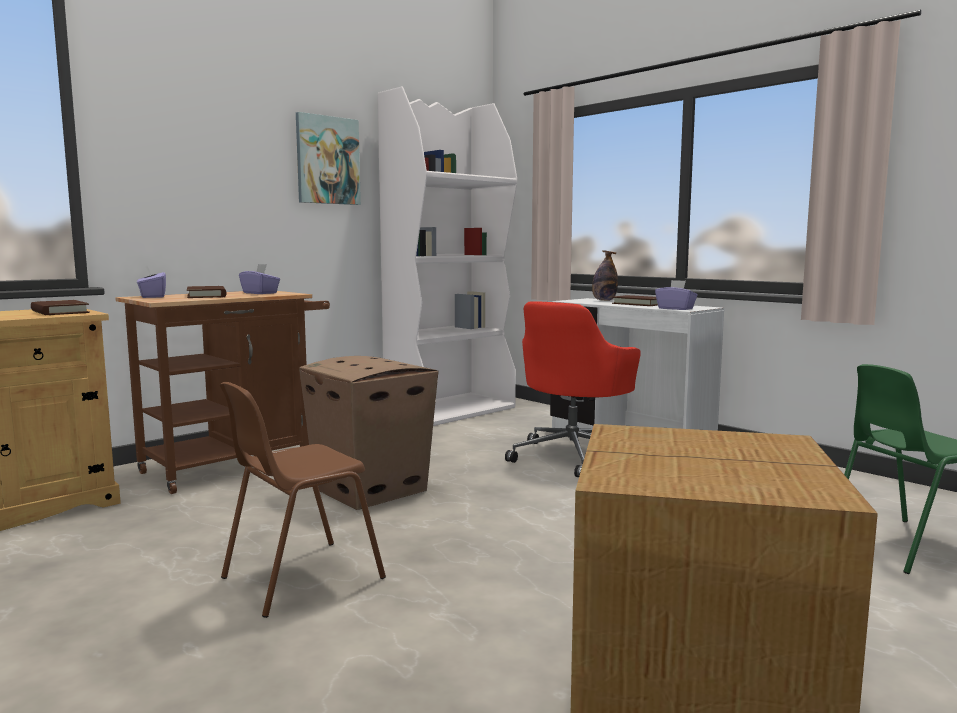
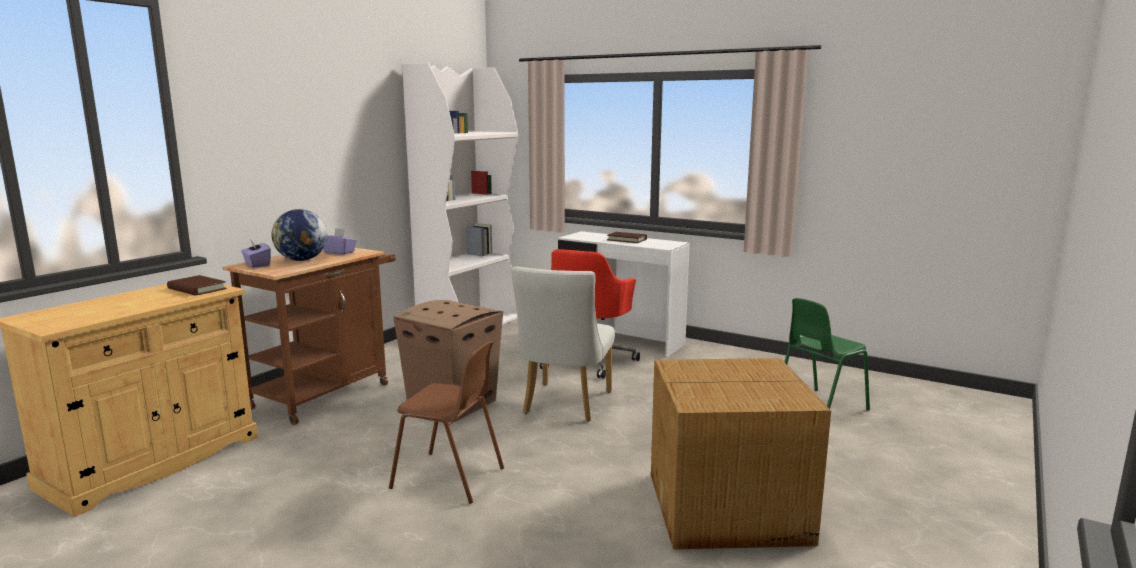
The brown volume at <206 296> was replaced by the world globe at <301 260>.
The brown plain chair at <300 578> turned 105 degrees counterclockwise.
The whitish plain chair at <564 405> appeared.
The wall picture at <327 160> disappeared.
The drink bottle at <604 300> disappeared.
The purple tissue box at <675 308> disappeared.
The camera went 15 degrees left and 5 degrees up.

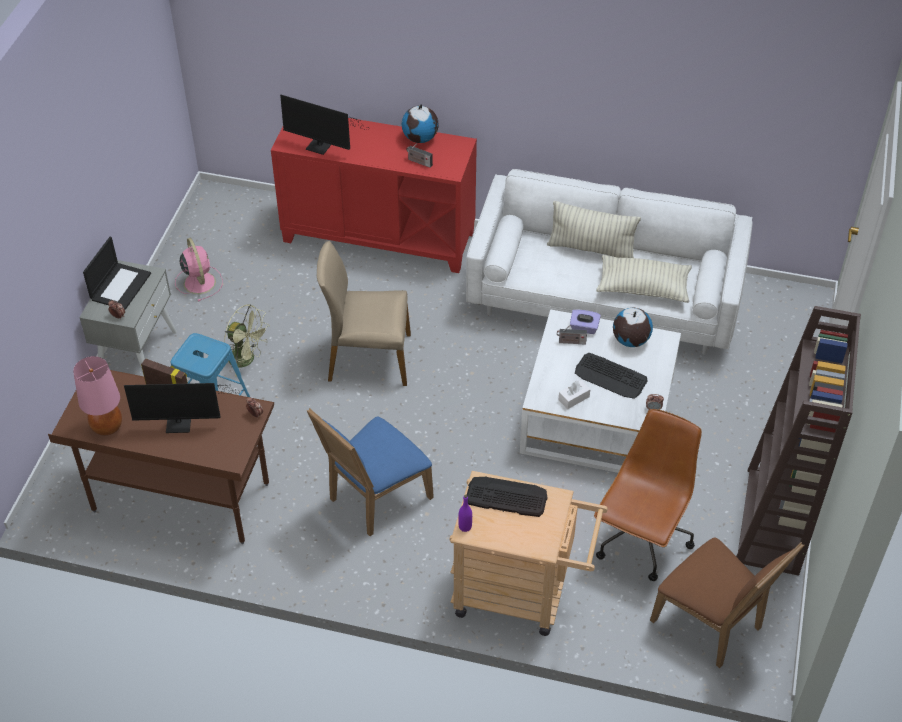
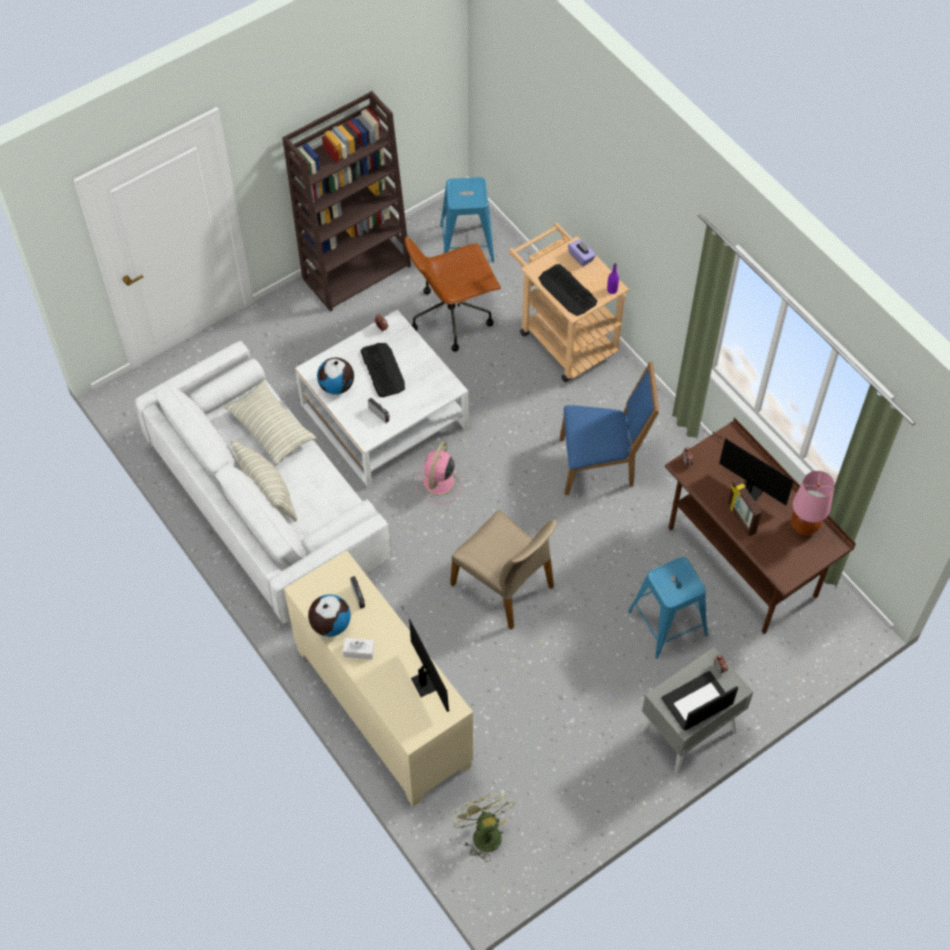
The red cupboard at <379 236> became the beige cupboard at <381 708>.
The whitish tissue box moved from <574 398> to <358 651>.
The pink cooling fan moved from <199 282> to <438 483>.
The brown plain chair at <712 625> was replaced by the blue-coloured sitting stool at <466 243>.
The greenish cooling fan moved from <247 359> to <483 832>.
The purple tissue box moved from <584 328> to <581 257>.
The camera went 140 degrees left and 10 degrees up.

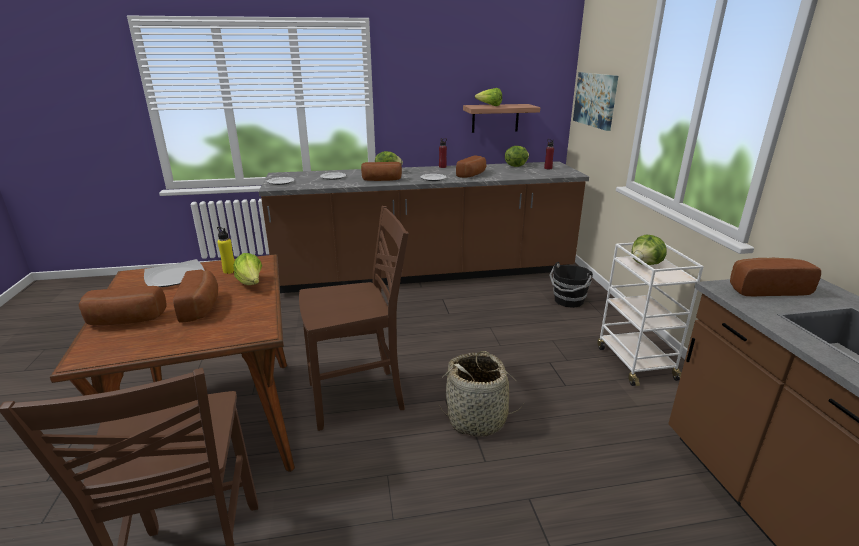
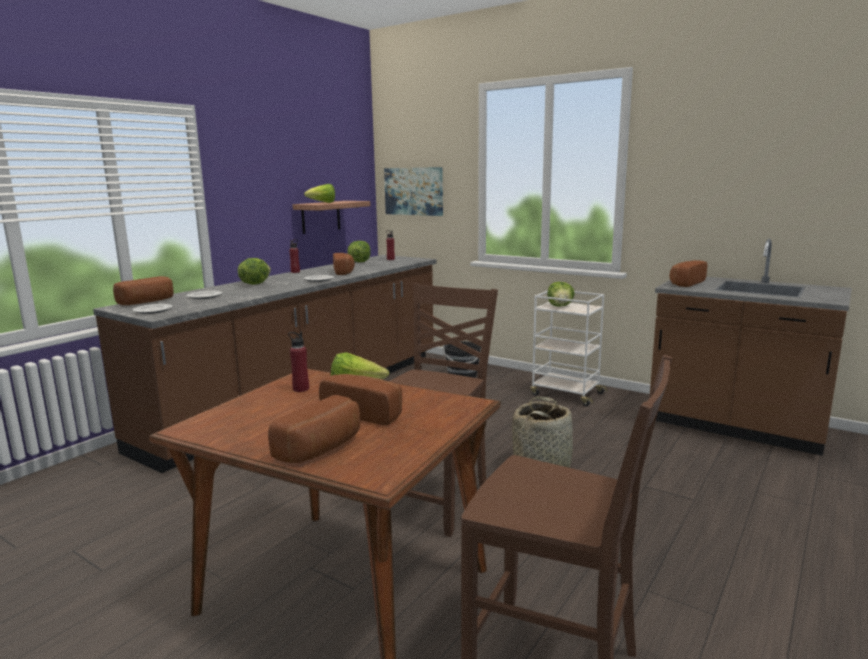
The bread moved from <381 180> to <148 302>.
The yellowish drink bottle at <229 271> became the red drink bottle at <301 389>.
The dinner plate at <174 276> disappeared.
The camera went 45 degrees left and 10 degrees down.

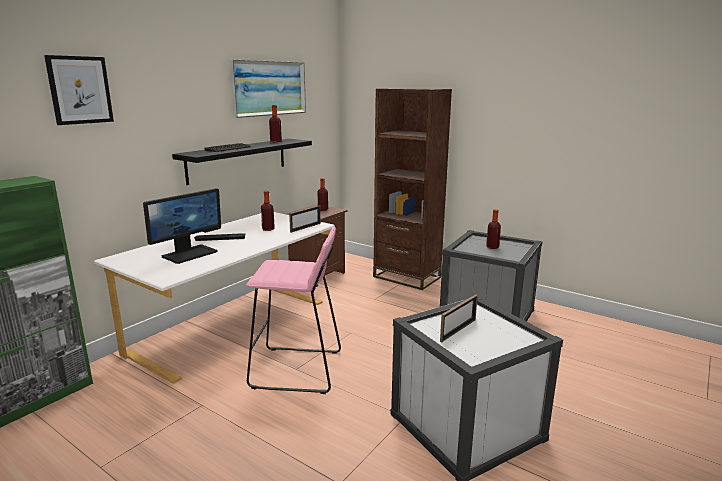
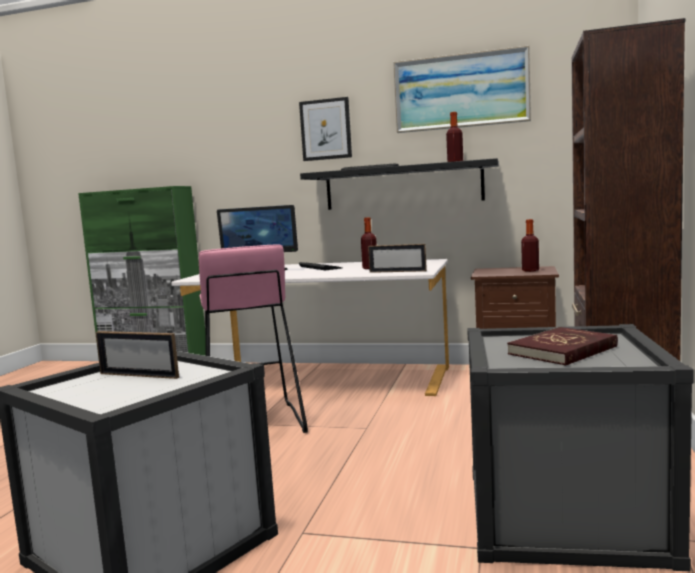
The wall picture moved from <80 90> to <325 129>.
The drink bottle at <492 247> was replaced by the red volume at <563 350>.
The camera went 70 degrees right and 10 degrees down.

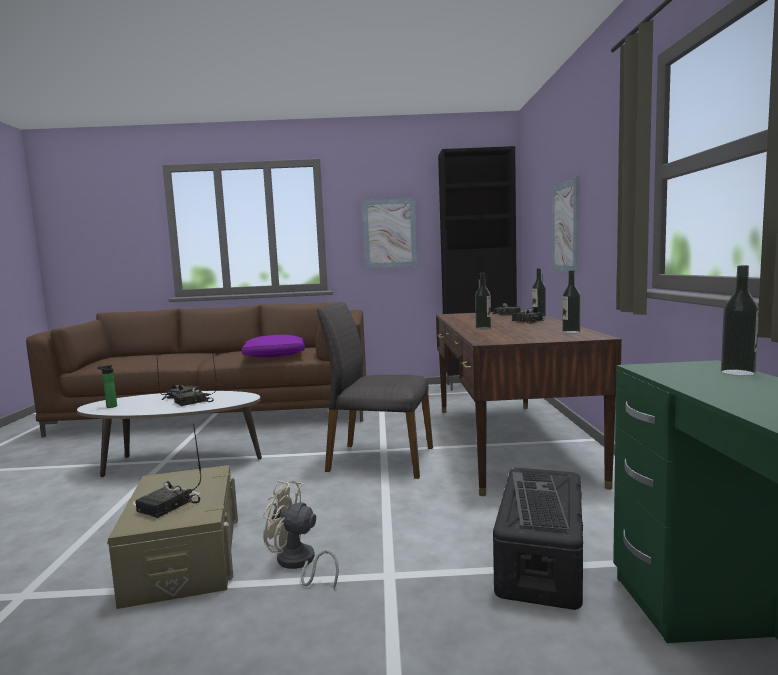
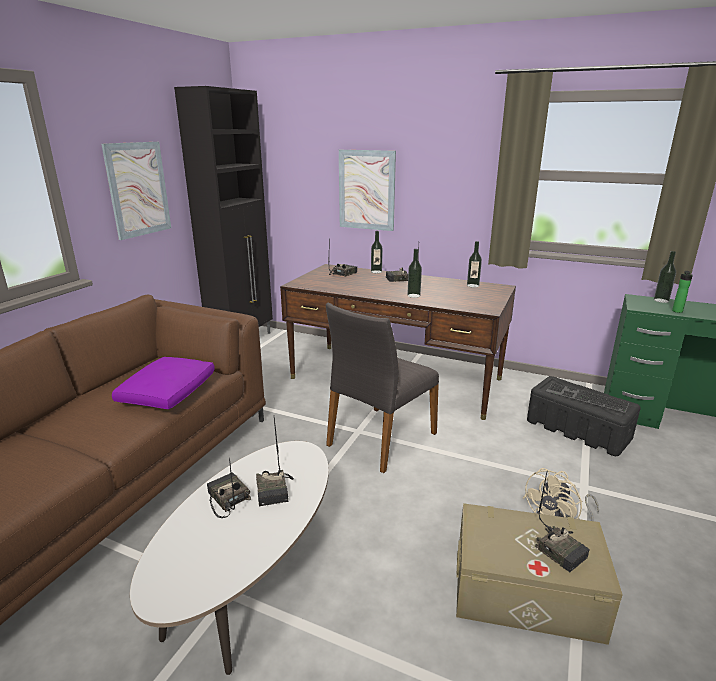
The drink bottle moved from <110 406> to <677 311>.
The camera went 65 degrees left and 15 degrees up.

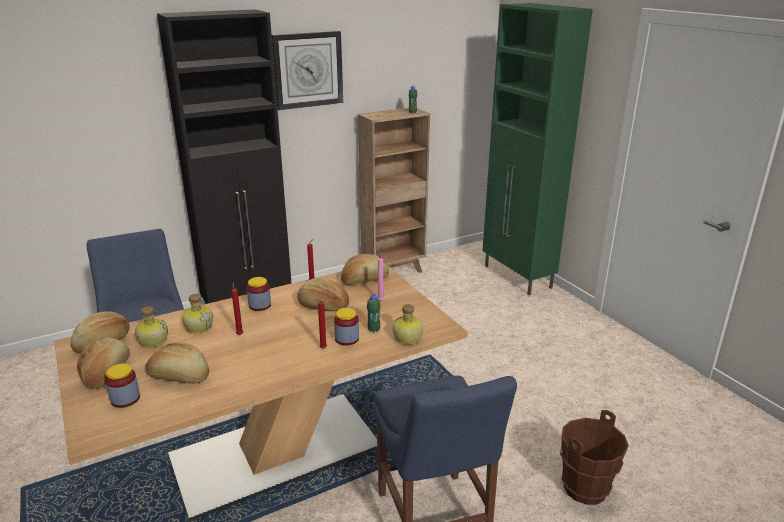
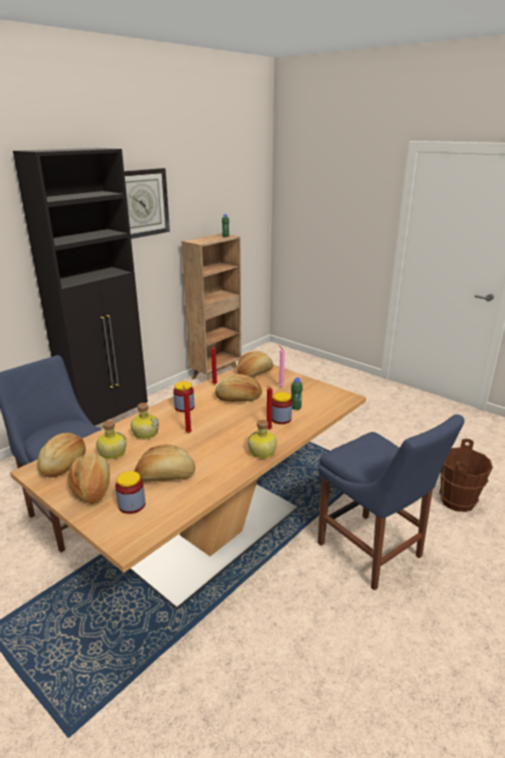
The drink bottle moved from <407 338> to <262 452>.
The greenish cupboard at <517 277> disappeared.
The camera went 20 degrees left and 0 degrees up.

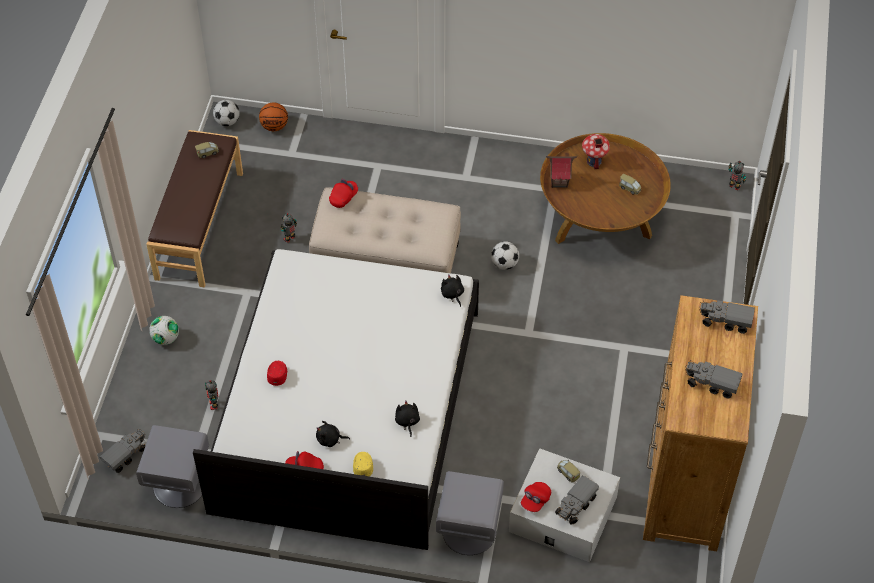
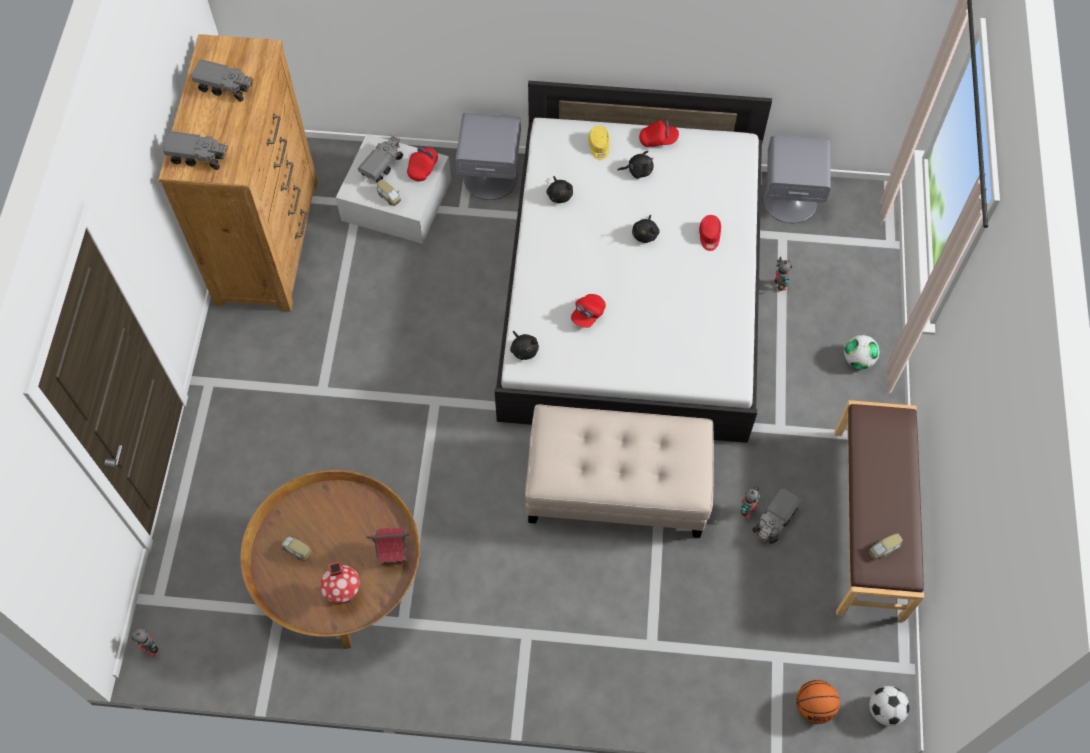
The red peaked cap moved from <343 197> to <588 315>.
The black soft toy at <645 234> appeared.
The toy truck moved from <125 455> to <774 521>.
The football ball at <504 264> disappeared.
The camera went 175 degrees right and 10 degrees up.

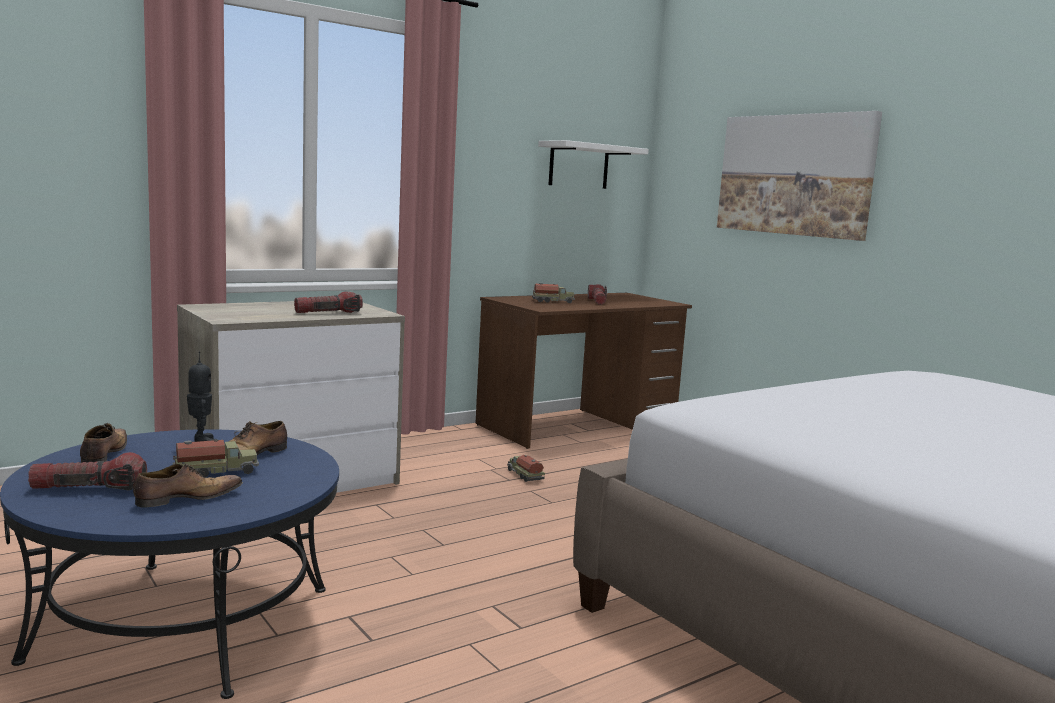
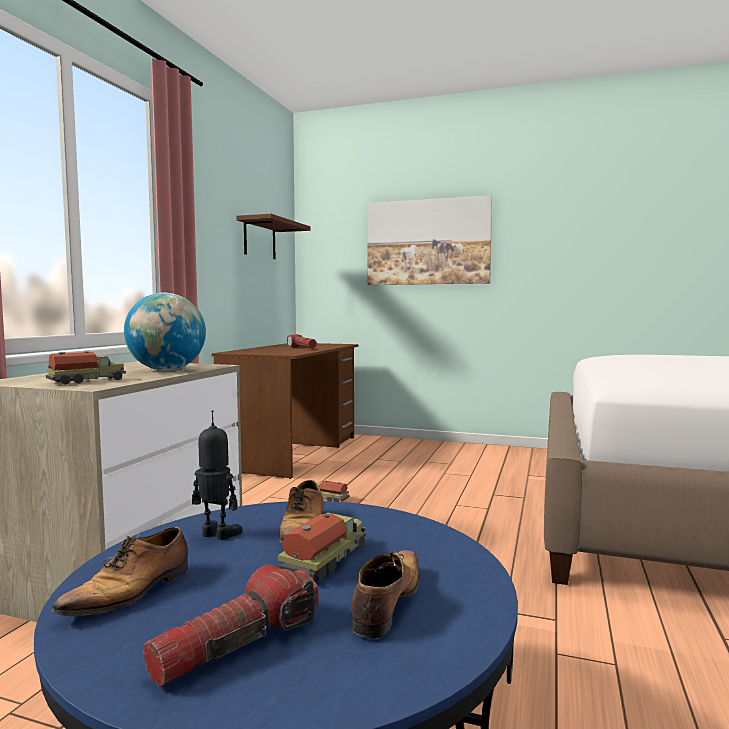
The toy truck moved from <553 301> to <87 381>.
The item of footwear at <104 455> turned 105 degrees counterclockwise.
The torch at <328 313> was replaced by the world globe at <167 370>.
The whitish wall shelf at <579 166> became the brown wall shelf at <259 239>.
The camera went 35 degrees left and 5 degrees down.

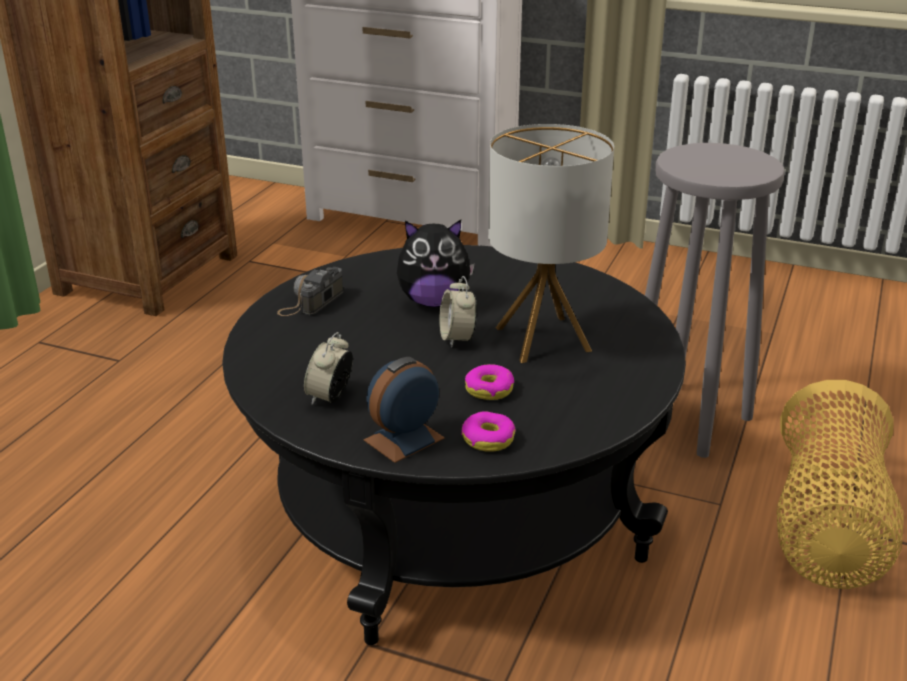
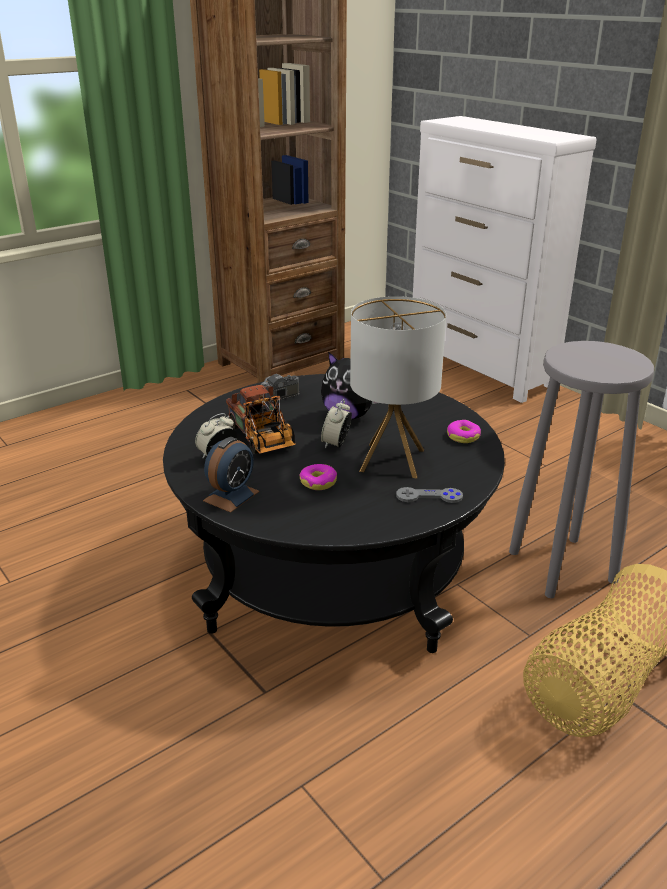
The bedside clock at <404 439> turned 135 degrees clockwise.
The toy truck at <263 440> appeared.
The grey game controller at <429 496> appeared.
The doughnut moved from <488 439> to <463 436>.
The camera went 30 degrees right and 0 degrees up.

